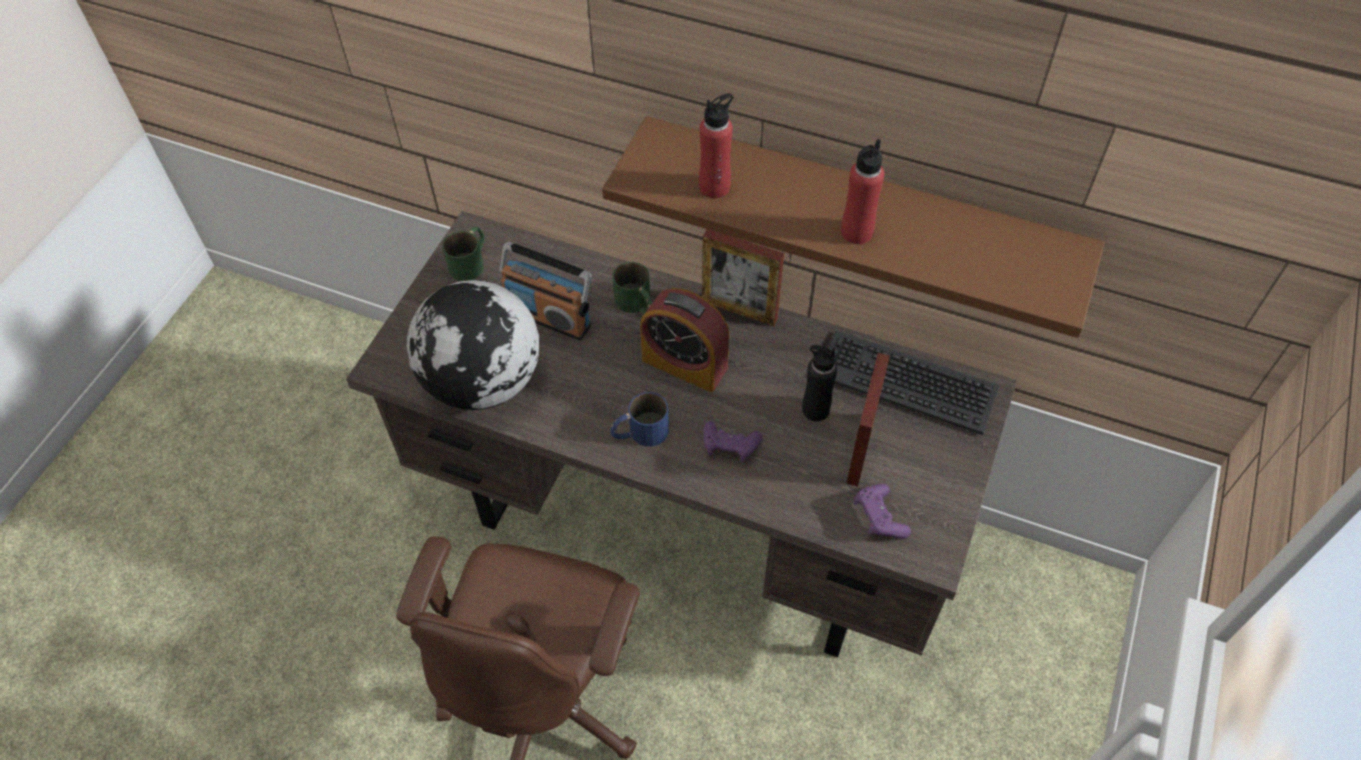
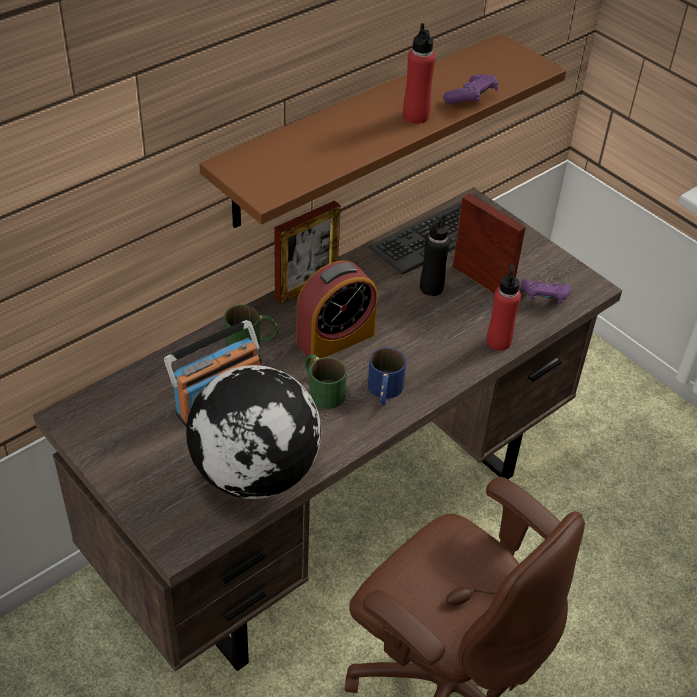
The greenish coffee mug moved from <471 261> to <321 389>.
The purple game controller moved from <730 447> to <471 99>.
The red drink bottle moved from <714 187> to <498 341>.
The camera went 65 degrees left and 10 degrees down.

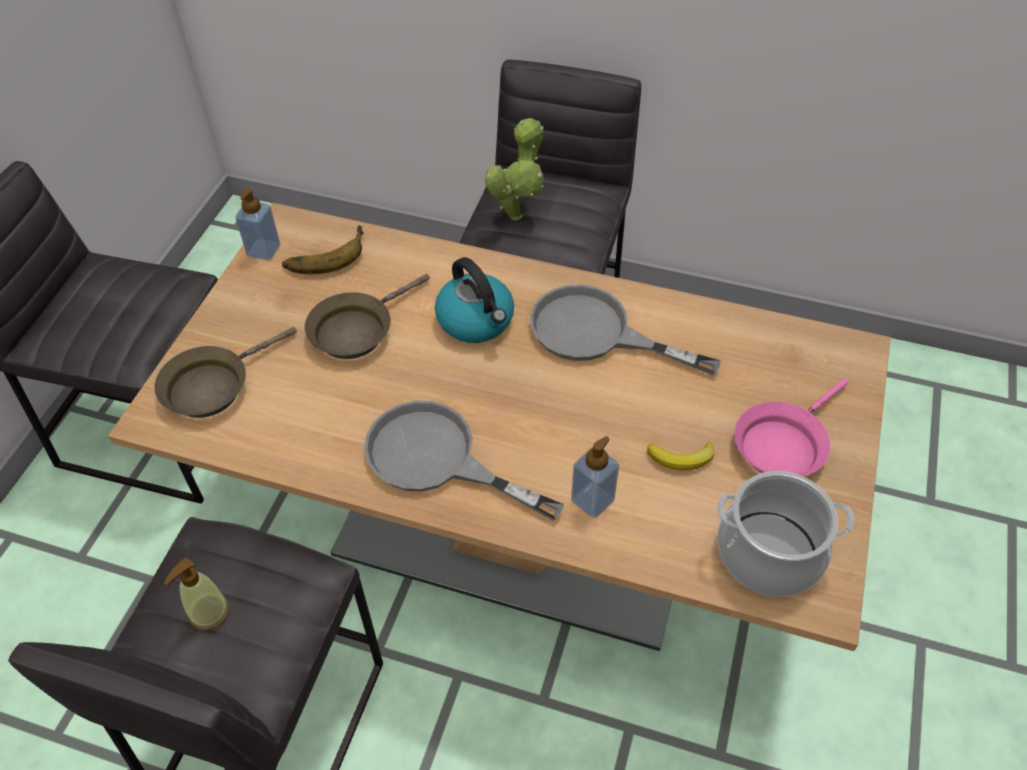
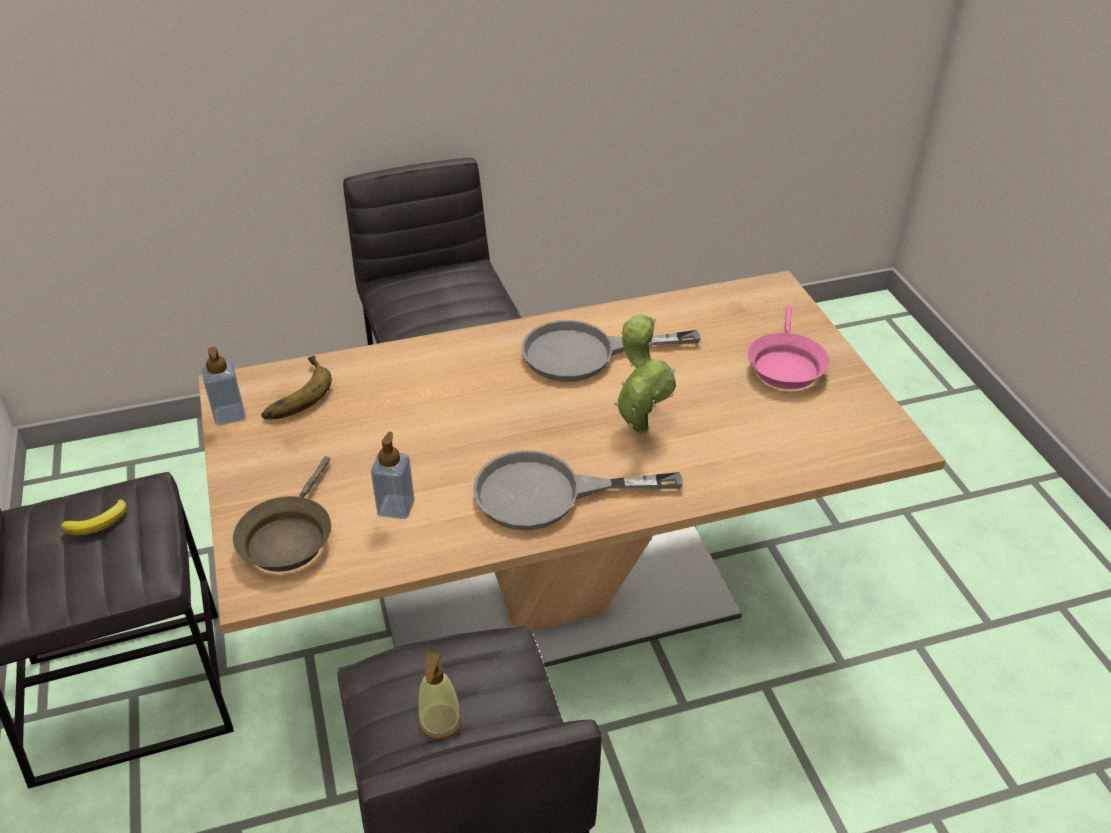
The whole banana moved from <682 458> to <98 522>.
The liquid soap bottle moved from <592 500> to <396 507>.
The potted plant moved from <517 213> to <639 425>.
The brown frying pan at <356 330> disappeared.
The kettle at <476 321> disappeared.
The stockpot at <769 553> disappeared.
The camera went 35 degrees left and 10 degrees down.

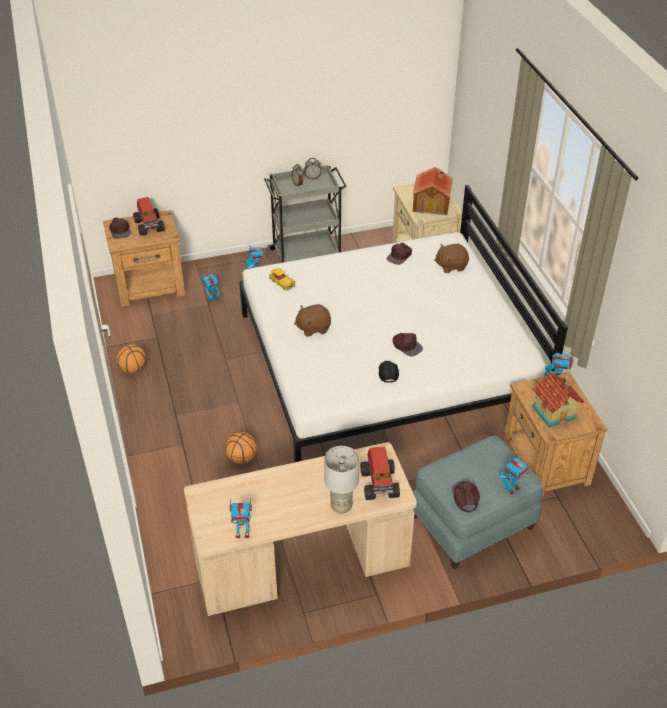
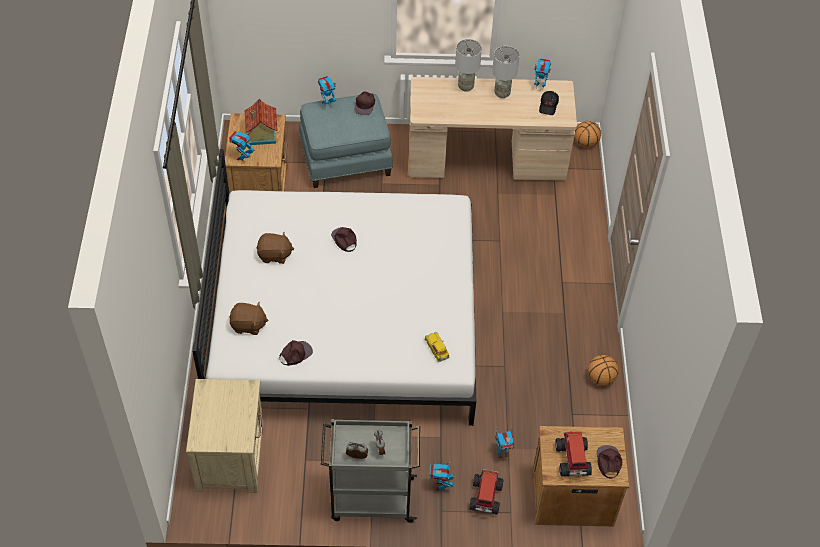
The brown soft toy moved from <313 328> to <274 255>.
The toy truck moved from <379 483> to <485 497>.
The grey lamp for a table at <501 93> appeared.
The black peaked cap moved from <387 373> to <548 106>.
The basketball ball moved from <242 458> to <585 143>.
The model house at <432 203> disappeared.
The camera went 165 degrees left and 10 degrees up.

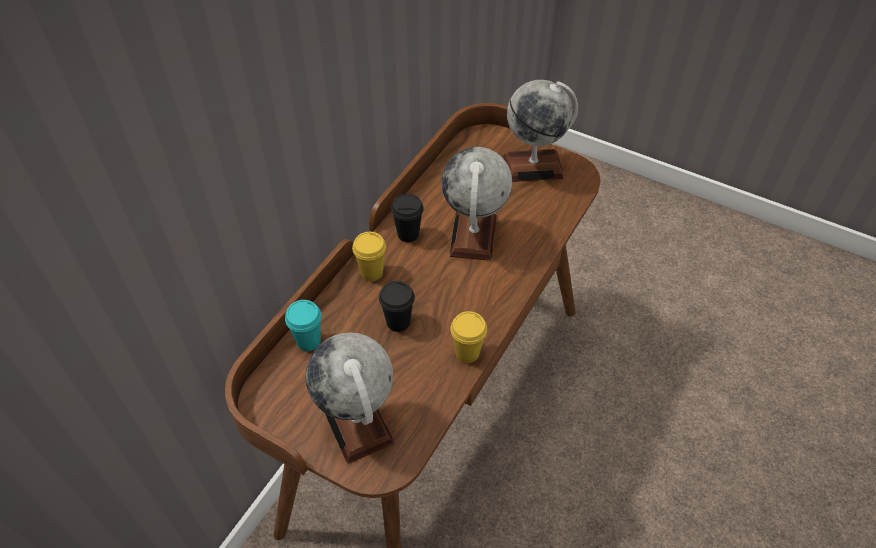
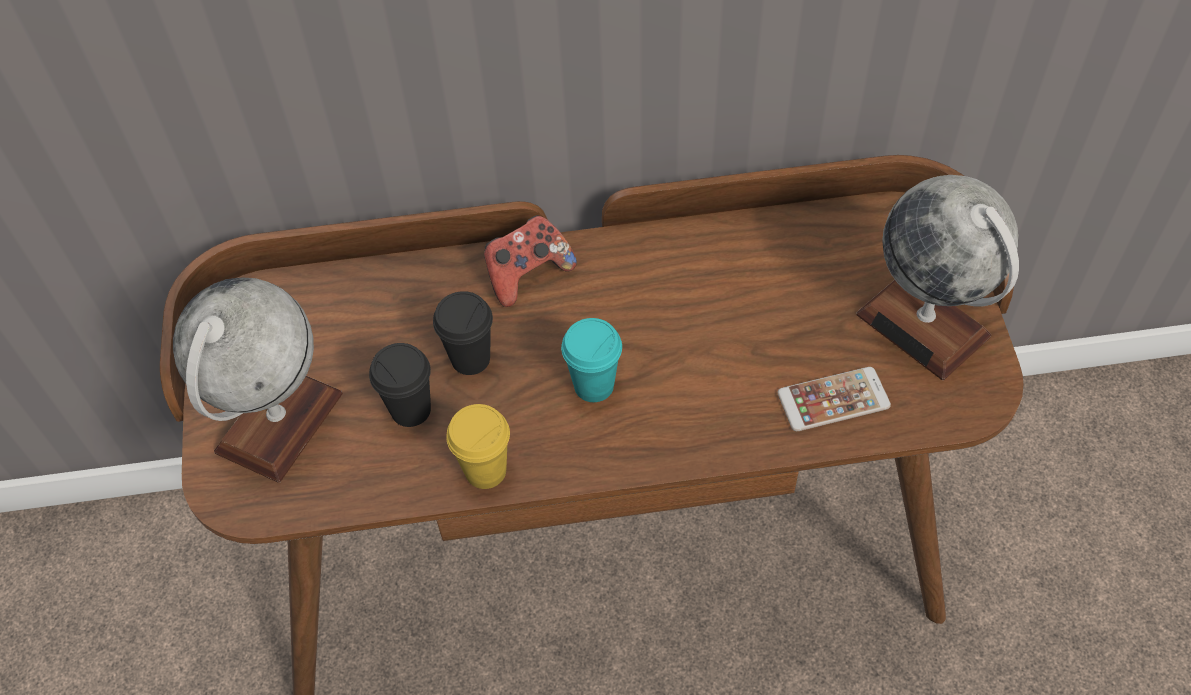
The black drinking cup moved from <408 234> to <411 410>.
The yellowish drinking cup at <371 272> was replaced by the game controller at <527 274>.
The turquoise drinking cup moved from <308 341> to <594 385>.
The telephone at <833 399> appeared.
The world globe at <473 235> disappeared.
The camera went 55 degrees right and 5 degrees up.

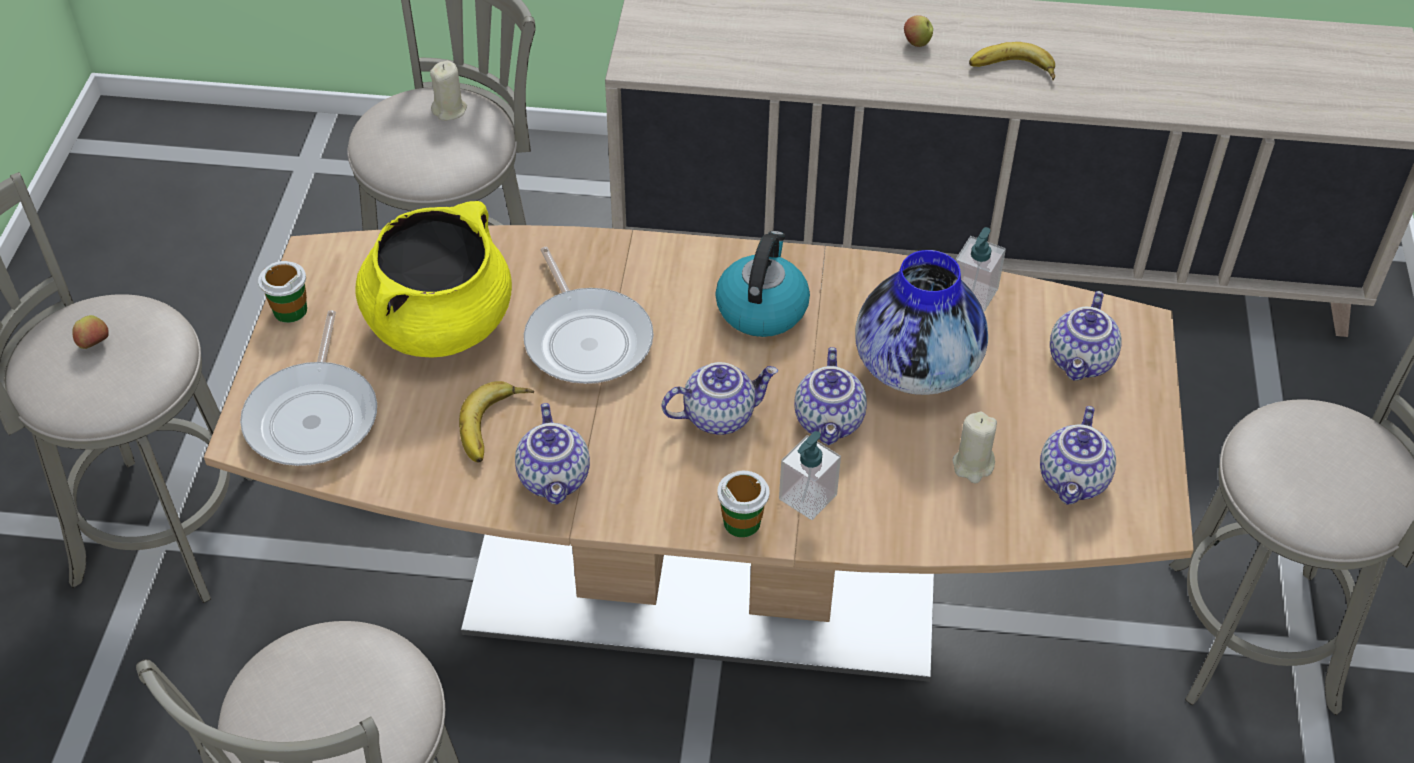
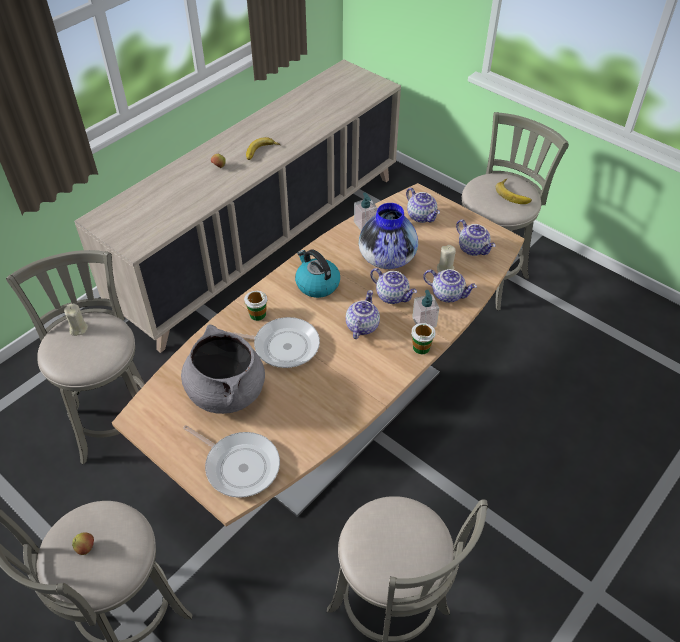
The yellowish stockpot at <440 323> became the grey stockpot at <226 391>.
The drinking cup moved from <290 310> to <257 314>.
The tea pot moved from <556 479> to <448 294>.
The whole banana moved from <497 427> to <514 194>.
The camera went 55 degrees left and 0 degrees up.

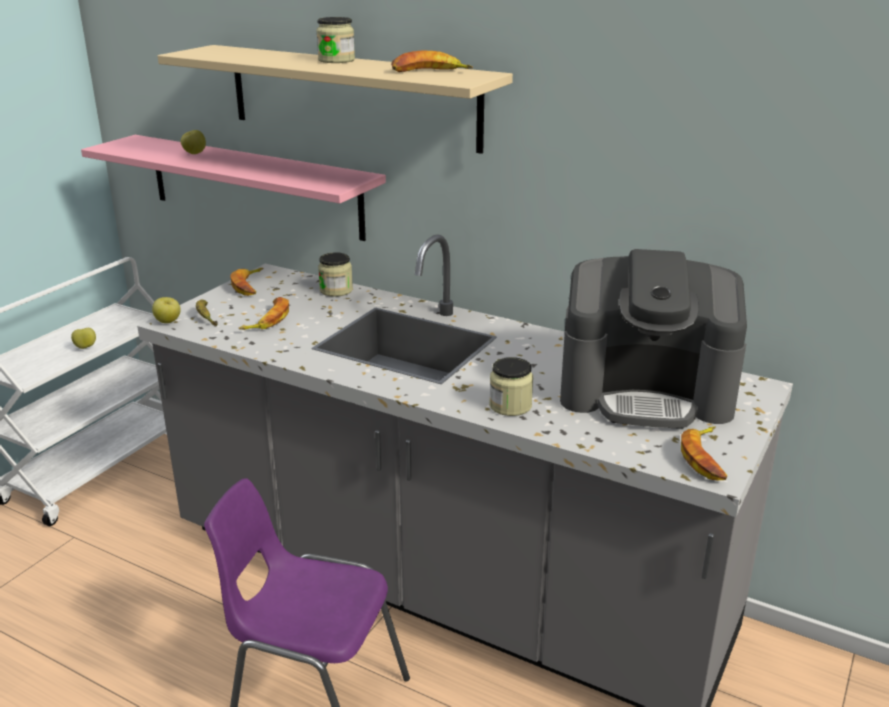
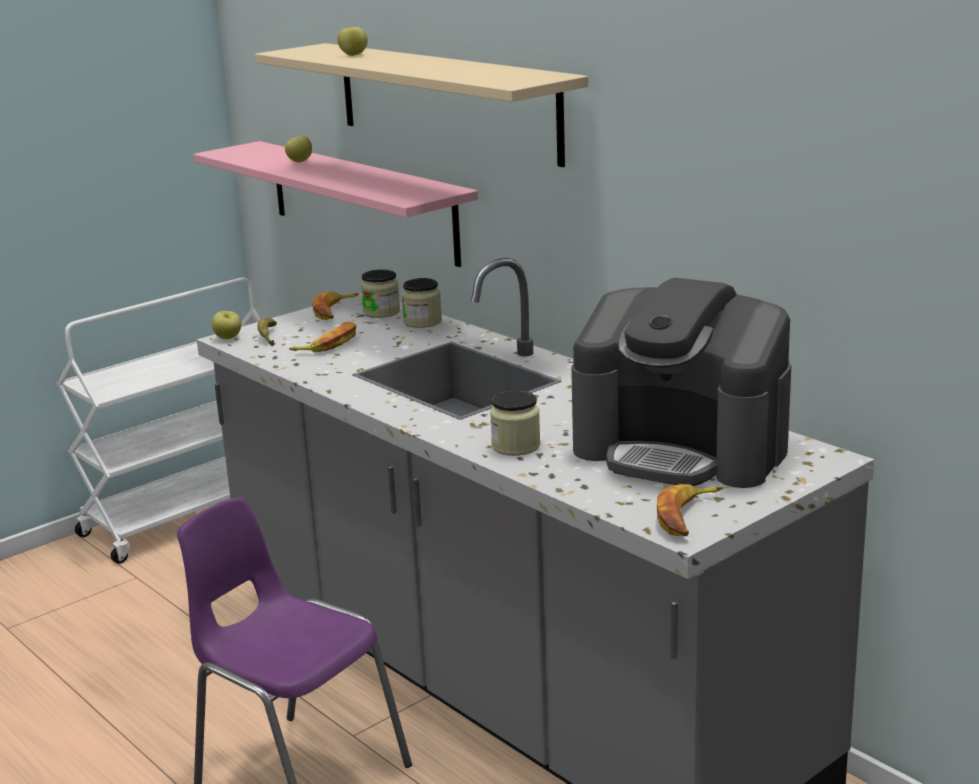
The apple fruit moved from <85 347> to <353 55>.
The preserve jar moved from <336 60> to <381 312>.
The whole banana at <429 72> disappeared.
The camera went 20 degrees right and 5 degrees down.

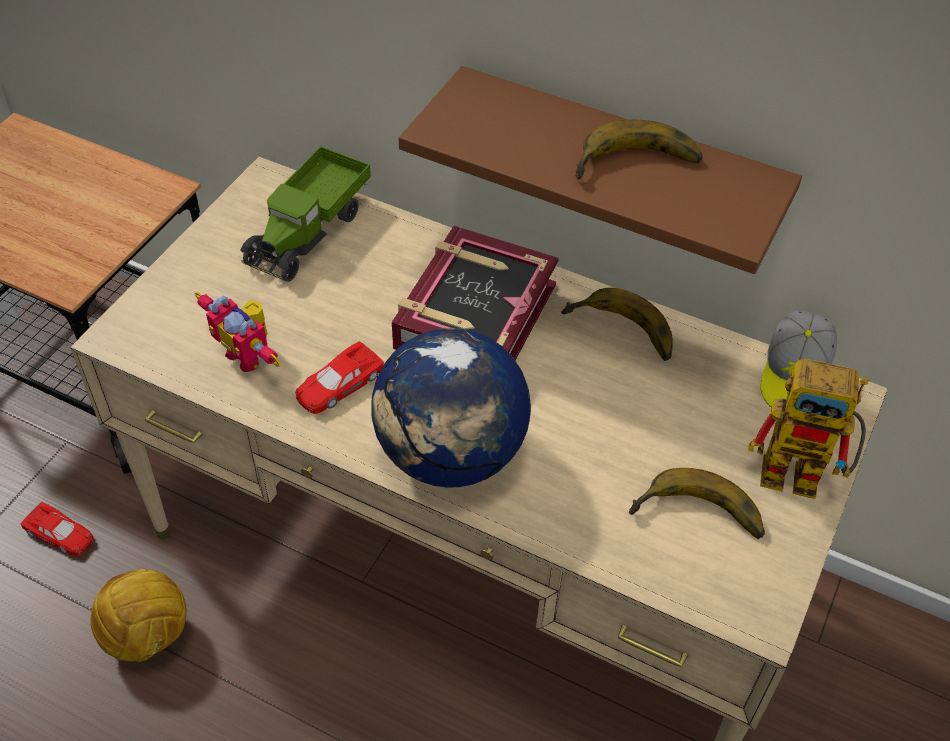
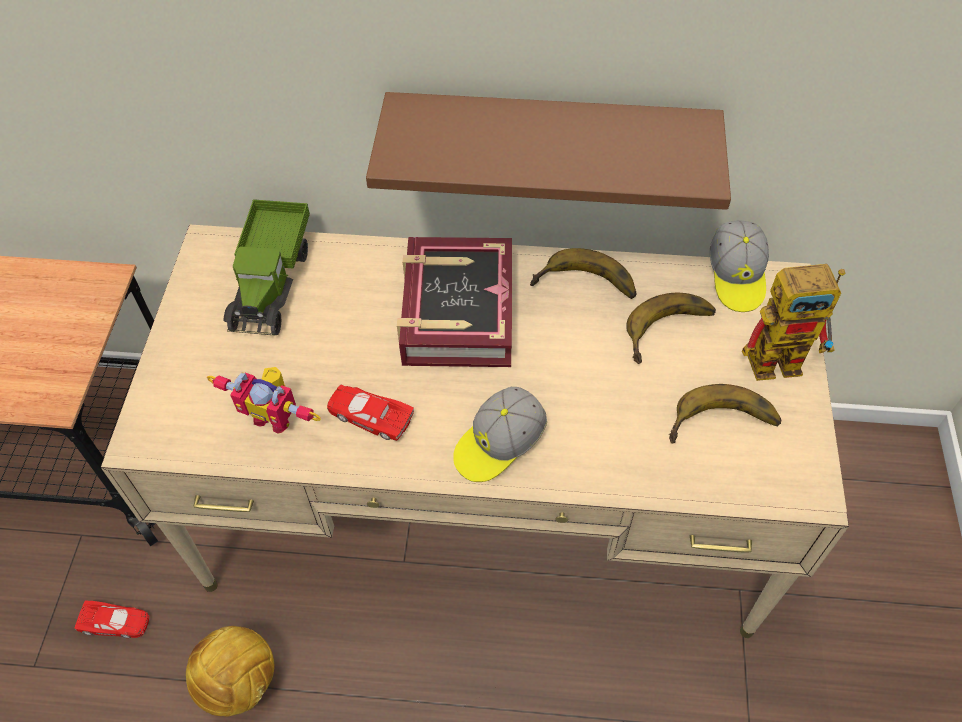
The red miniature car at <338 384> turned 90 degrees clockwise.
The world globe at <451 455> was replaced by the peaked cap at <498 444>.
The whole banana moved from <638 167> to <672 334>.
The camera went 20 degrees left and 5 degrees up.

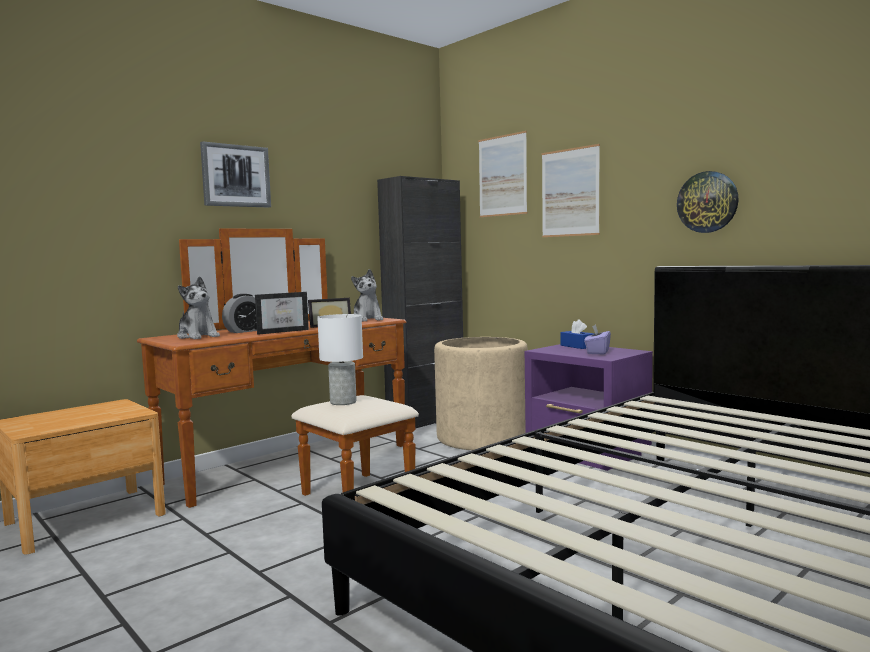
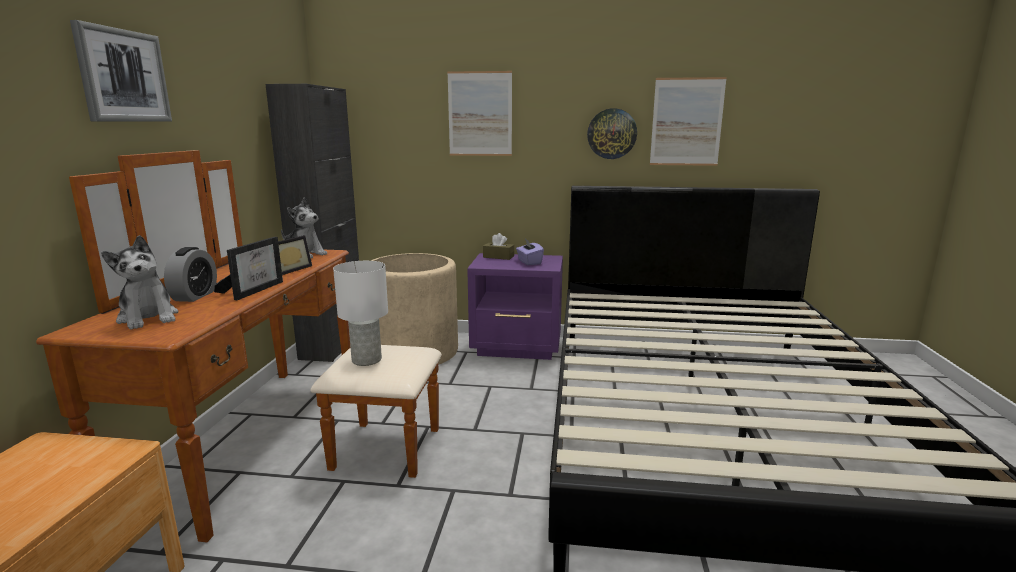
The soft toy at <198 336> turned 45 degrees clockwise.
The blue-coloured tissue box at <577 346> became the brown tissue box at <498 257>.
The wall picture moved from <502 175> to <686 122>.
The camera went 40 degrees left and 10 degrees up.

